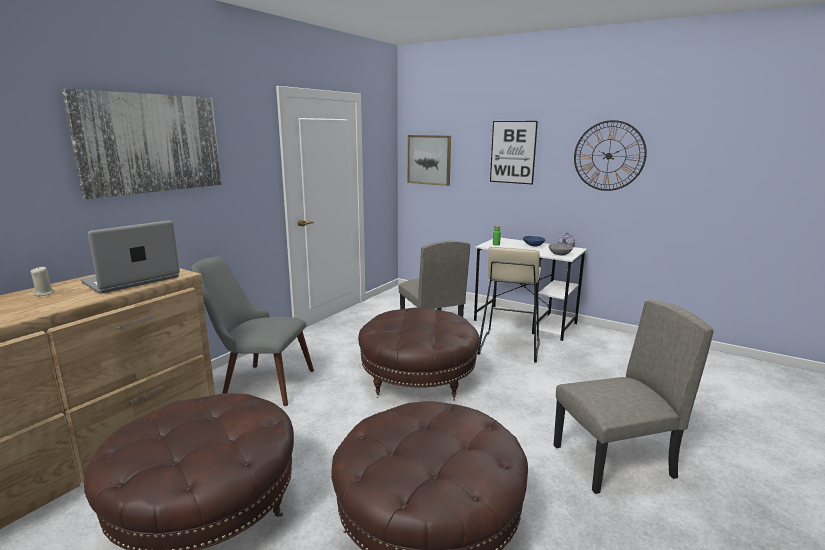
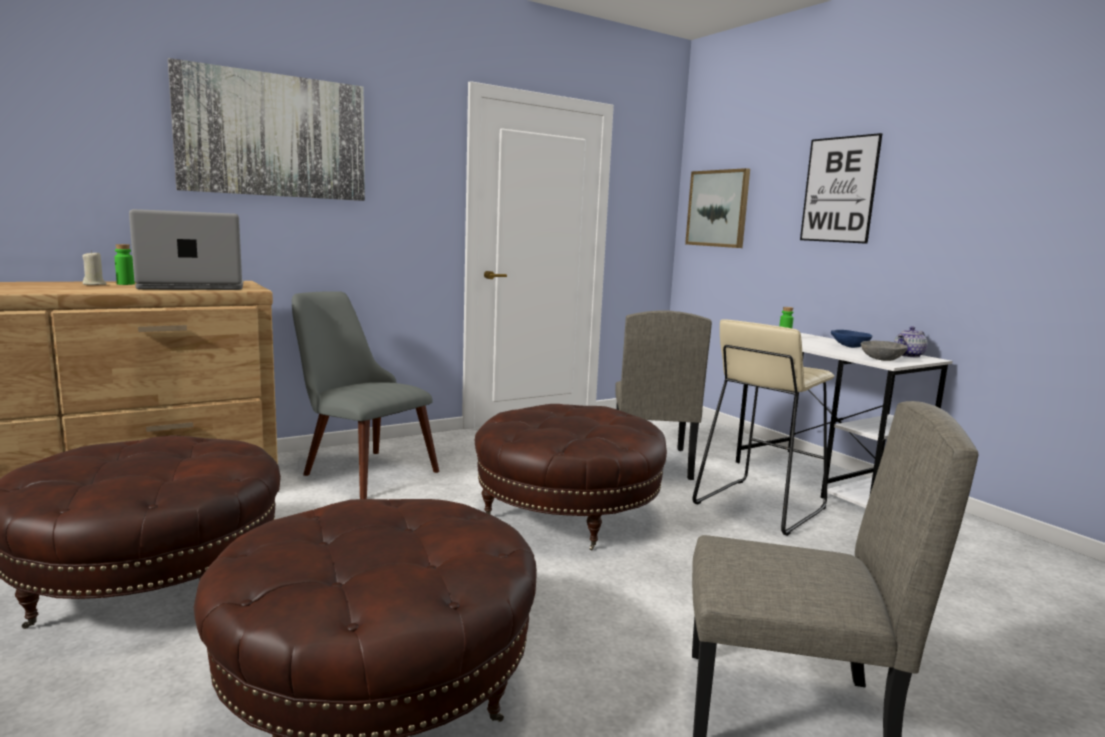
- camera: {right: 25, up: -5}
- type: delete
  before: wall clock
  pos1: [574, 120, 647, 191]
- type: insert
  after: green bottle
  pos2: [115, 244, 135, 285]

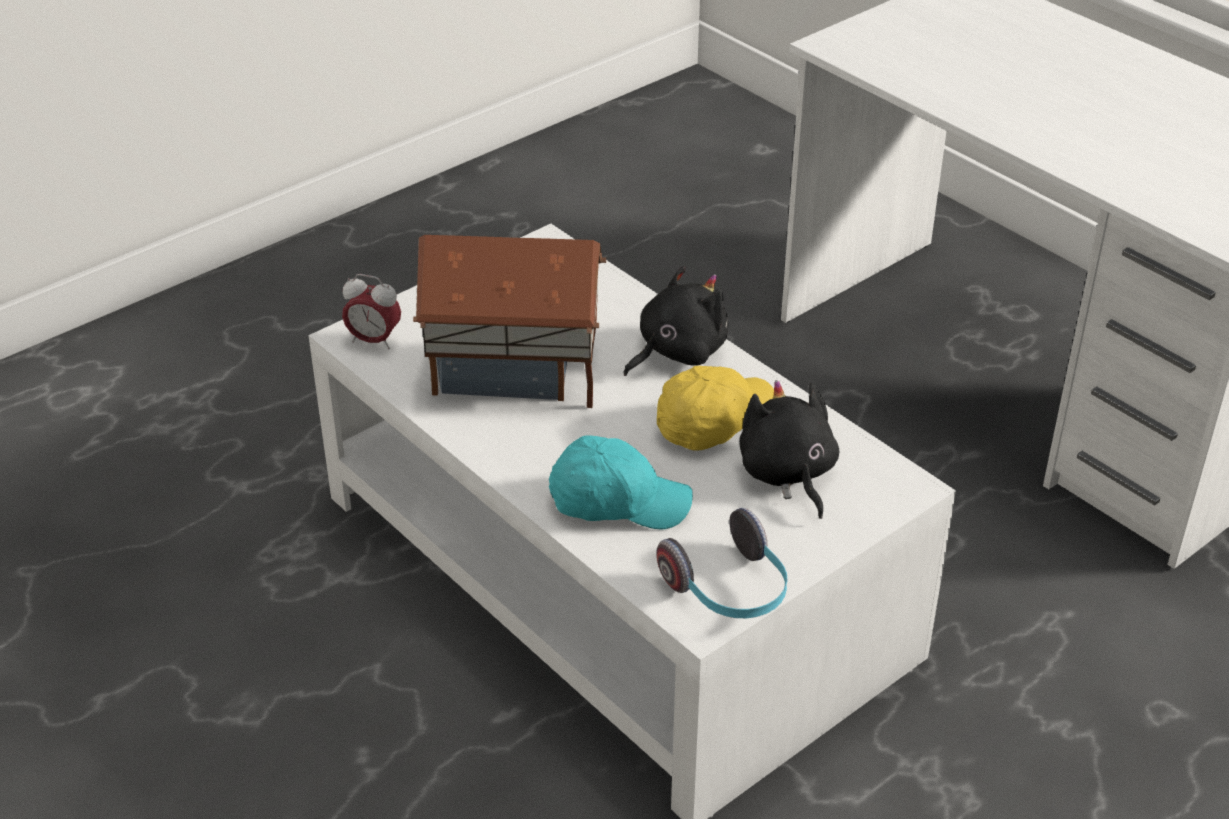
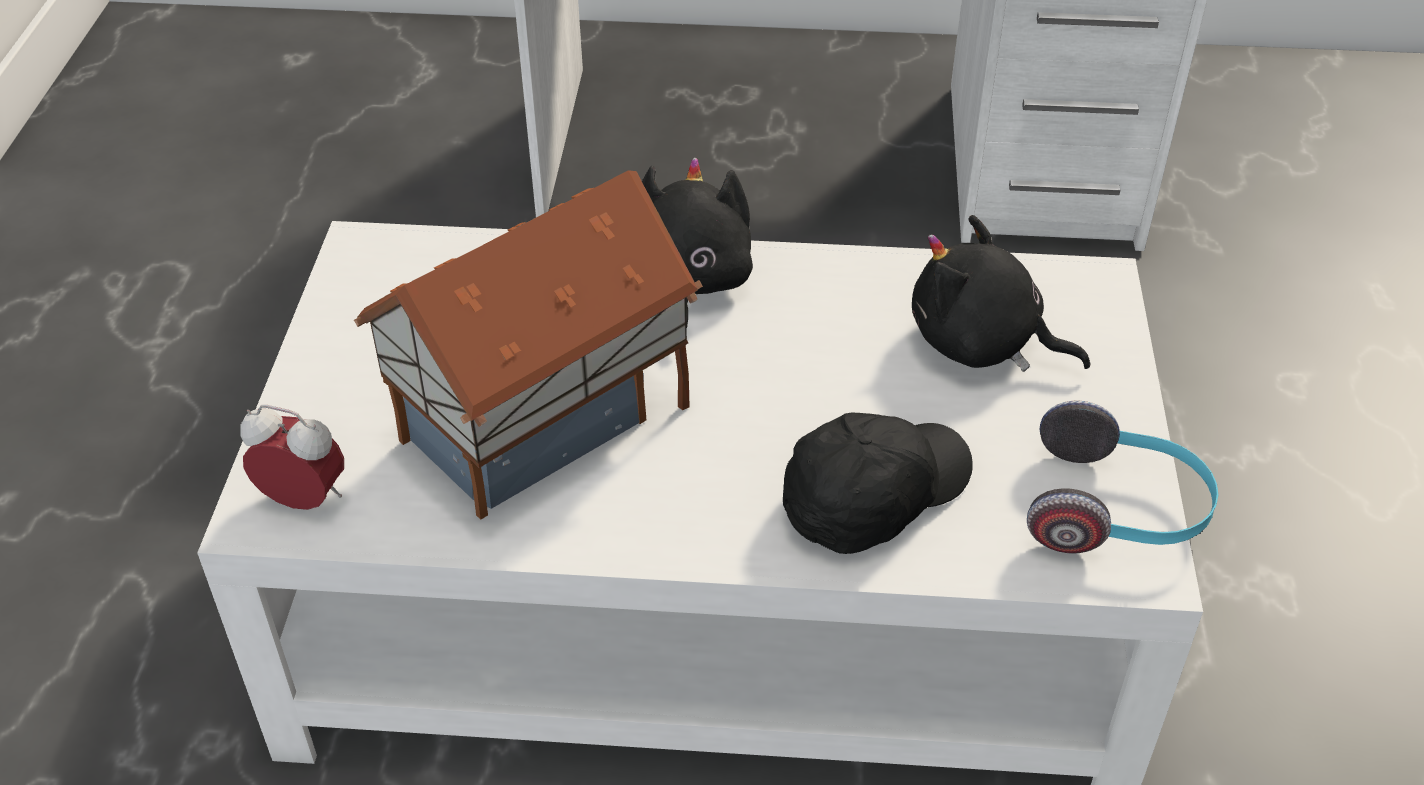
- camera: {right: -45, up: 5}
- type: delete
  before: yellow cap
  pos1: [657, 366, 774, 450]
- type: recolor
  before: turquoise cap
  after: black cap
  pos1: [549, 435, 693, 529]
  pos2: [783, 413, 973, 554]
- type: rotate
  before: alarm clock
  pos1: [342, 274, 401, 350]
  pos2: [240, 405, 344, 510]
  turn: -135

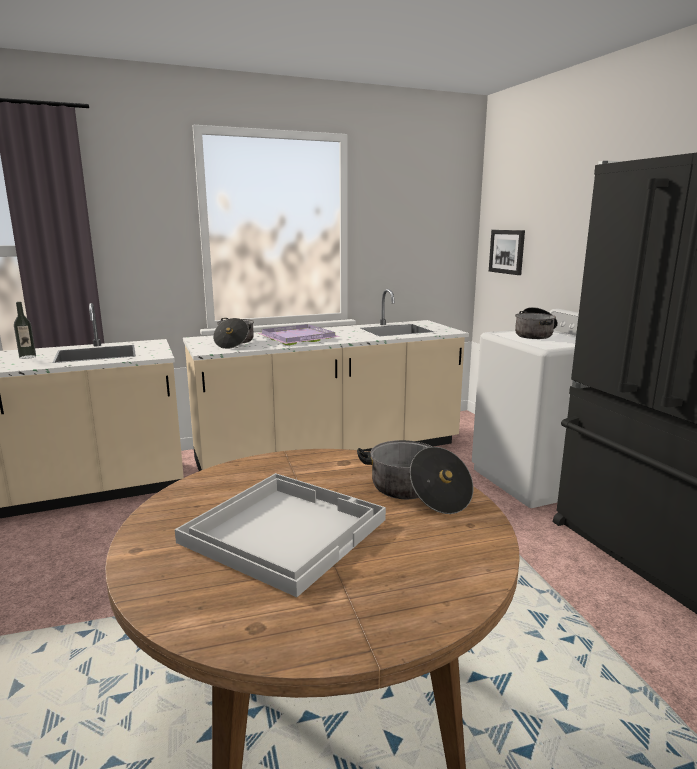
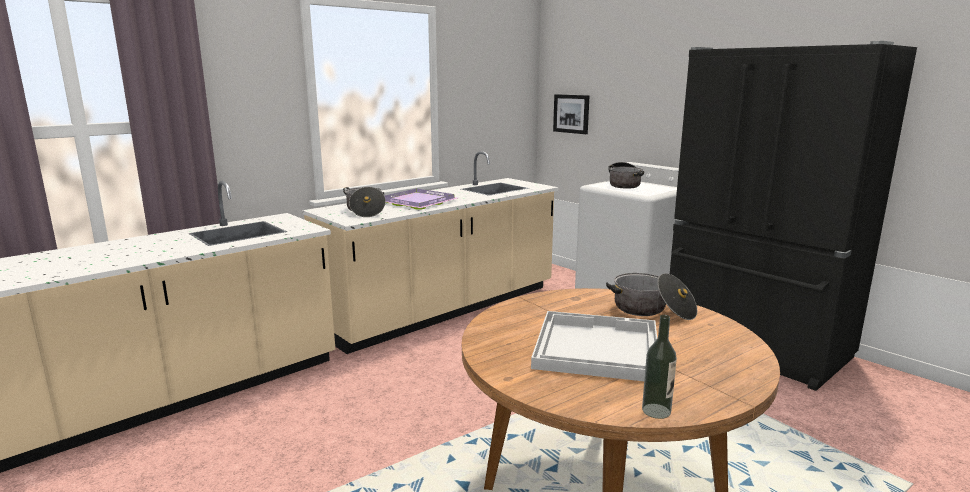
- camera: {right: -20, up: 0}
- type: move
  before: bottle
  pos1: [14, 302, 36, 359]
  pos2: [642, 315, 677, 419]

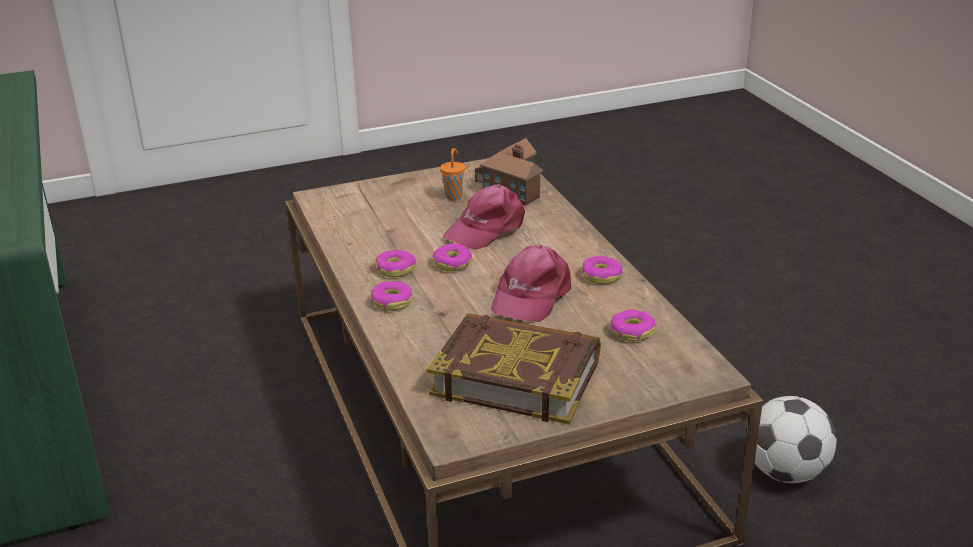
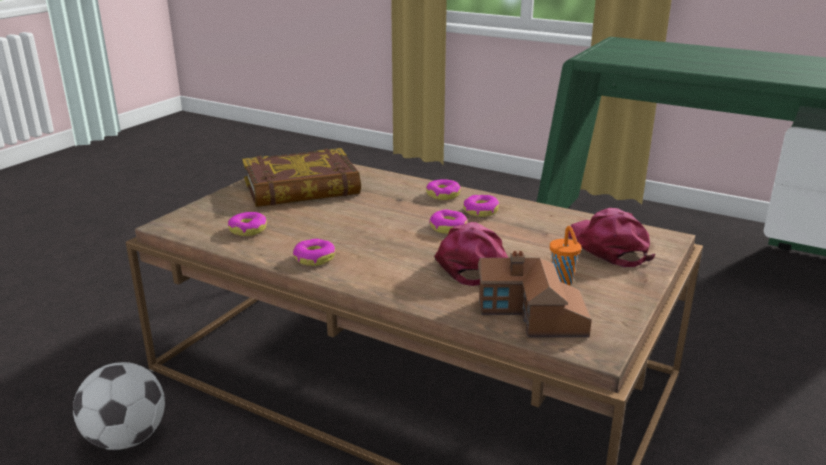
- camera: {right: 140, up: -5}
- type: move
  before: pink cap
  pos1: [491, 245, 571, 322]
  pos2: [568, 208, 655, 267]

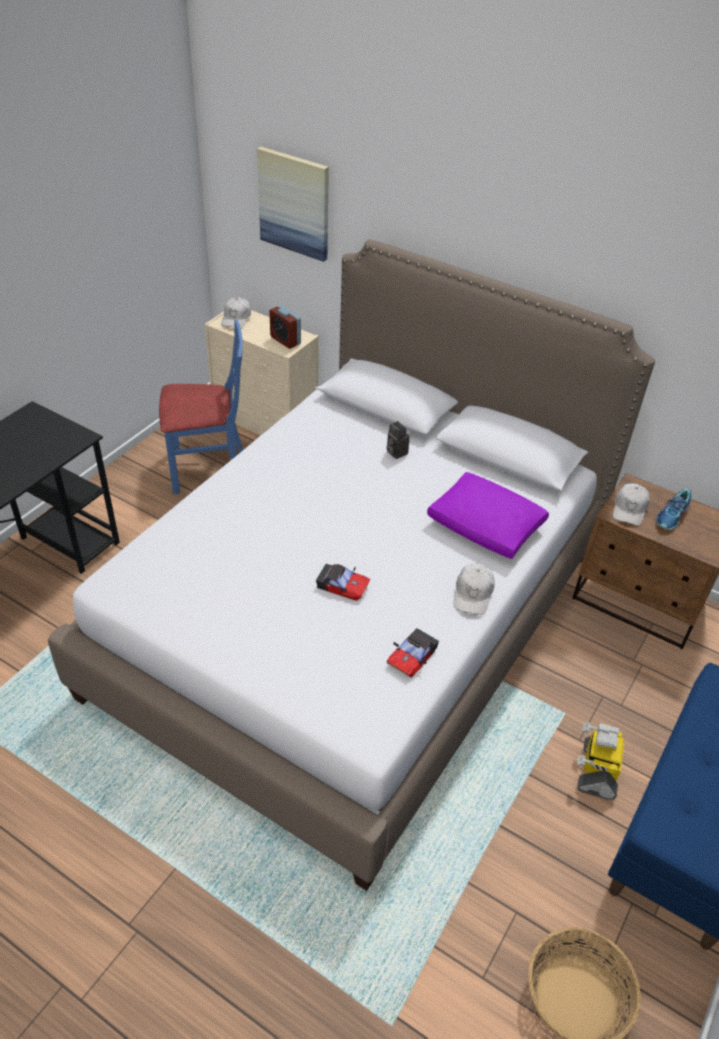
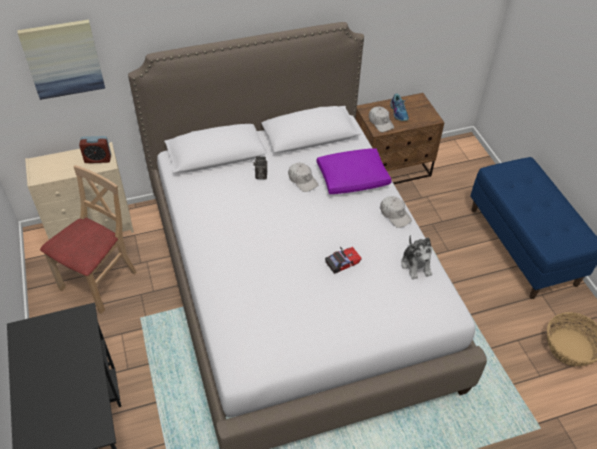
- camera: {right: -50, up: 5}
- type: delete
  before: toy robot
  pos1: [577, 722, 624, 800]
- type: move
  before: white cap
  pos1: [221, 298, 251, 328]
  pos2: [288, 163, 318, 192]
- type: replace
  before: toy car
  after: plush toy
  pos1: [387, 628, 439, 678]
  pos2: [401, 235, 432, 279]
- type: recolor
  before: blue chair
  after: beige chair
  pos1: [159, 320, 243, 494]
  pos2: [40, 165, 137, 314]

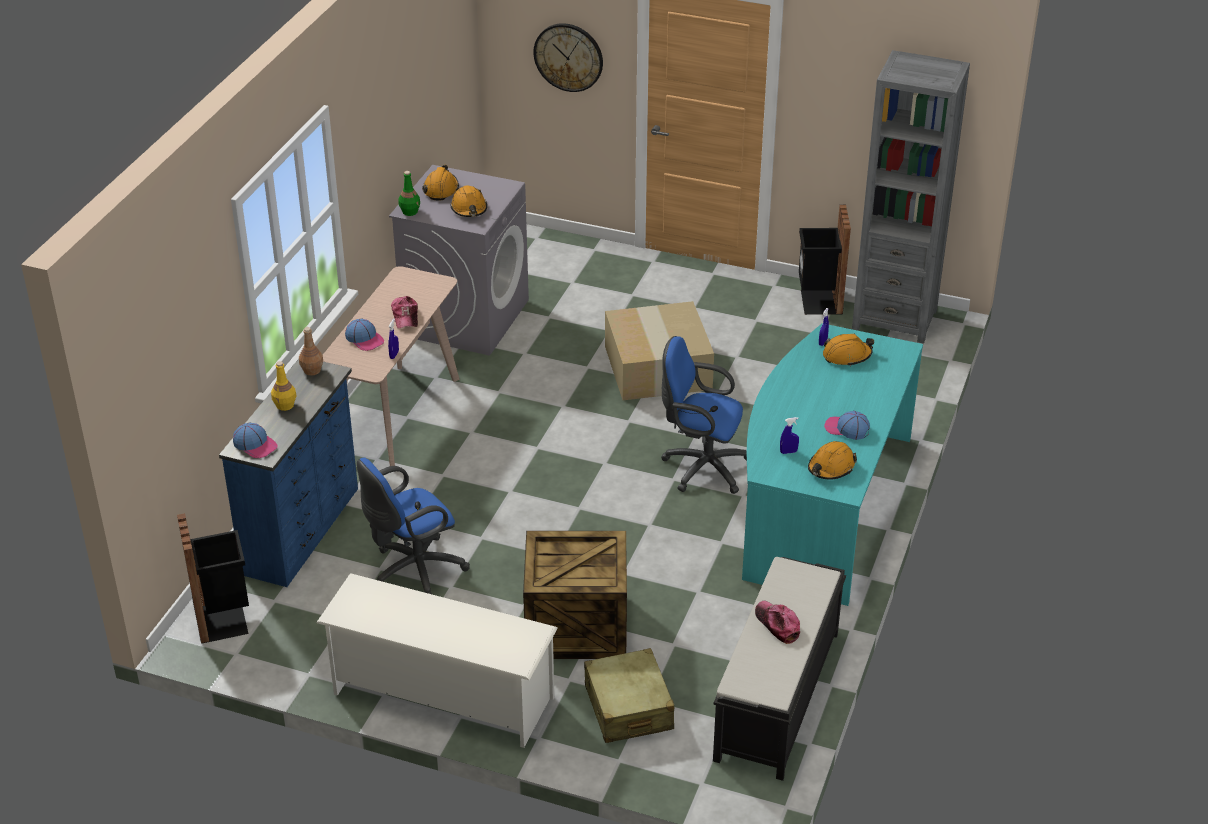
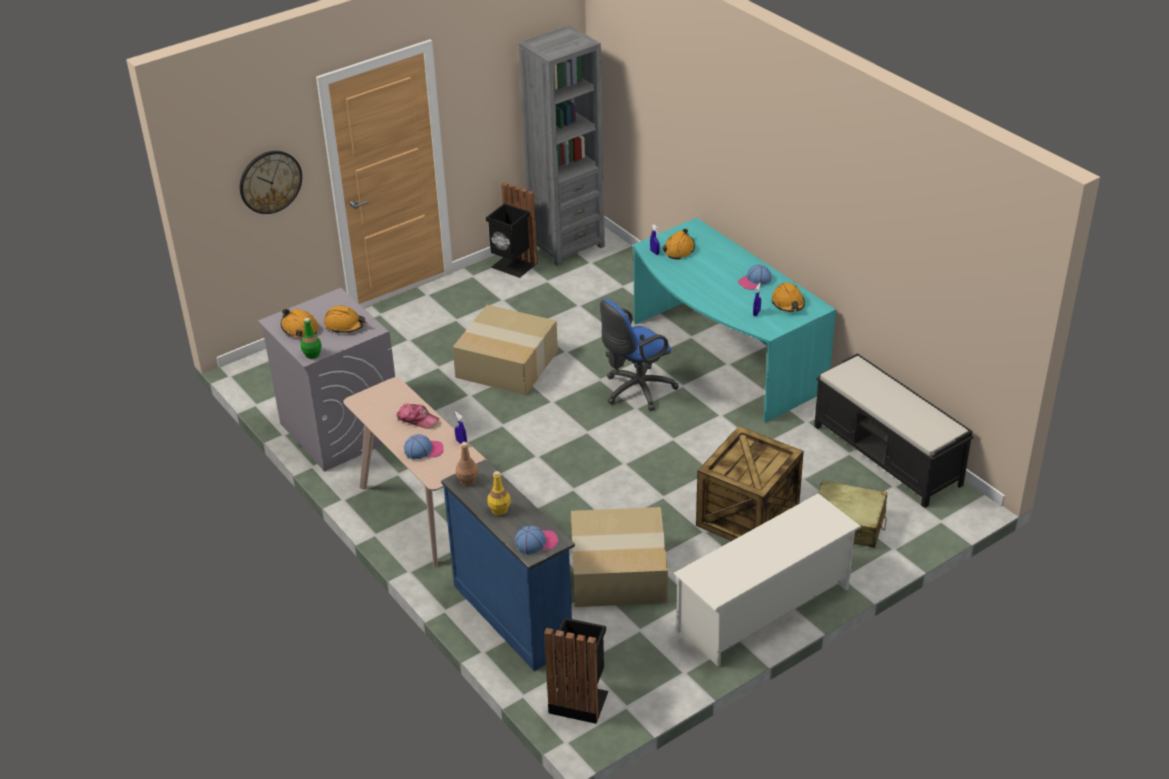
- camera: {right: -55, up: 0}
- type: delete
  before: cap
  pos1: [755, 601, 800, 644]
- type: replace
  before: blue office chair
  after: cardboard box
  pos1: [357, 458, 470, 594]
  pos2: [571, 507, 668, 607]

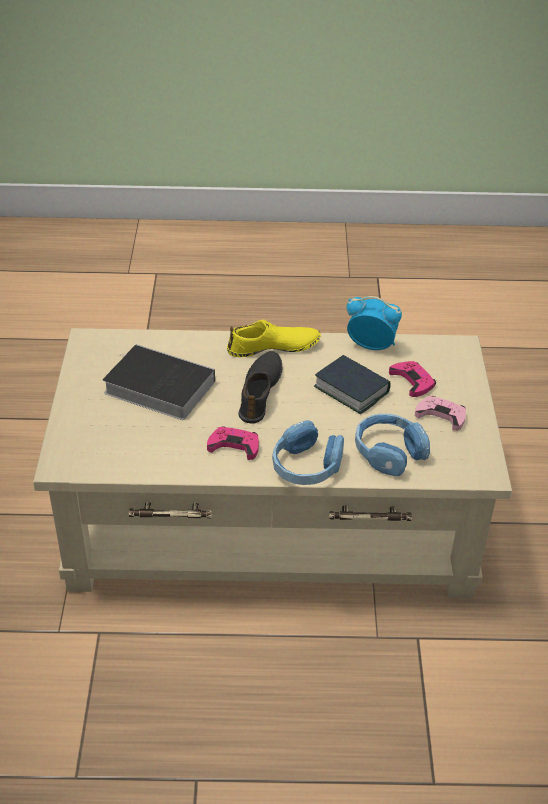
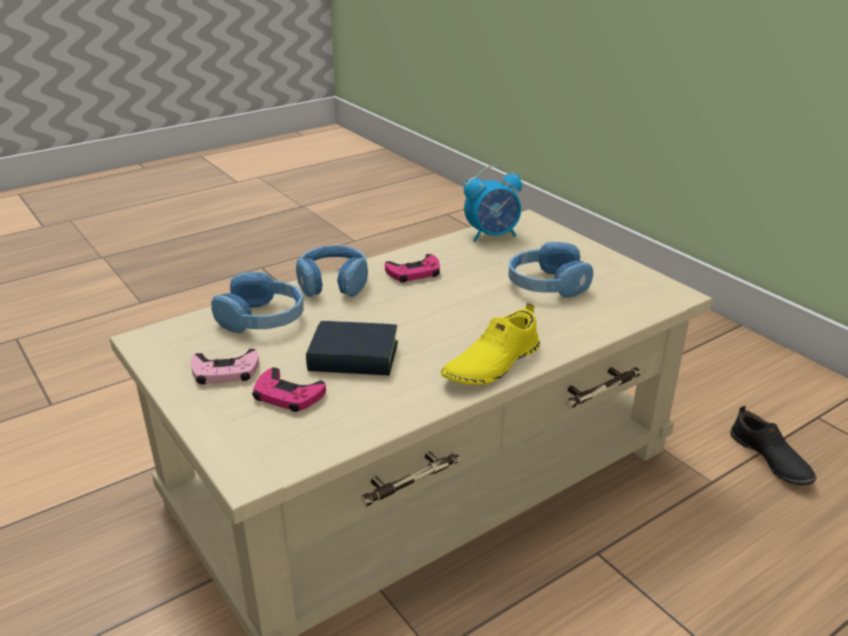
- camera: {right: 145, up: -10}
- type: move
  before: black shoe
  pos1: [238, 351, 282, 424]
  pos2: [730, 405, 817, 485]
- type: move
  before: alarm clock
  pos1: [346, 296, 402, 350]
  pos2: [464, 165, 522, 242]
- type: replace
  before: book
  after: blue headphones
  pos1: [103, 344, 215, 420]
  pos2: [508, 241, 593, 298]

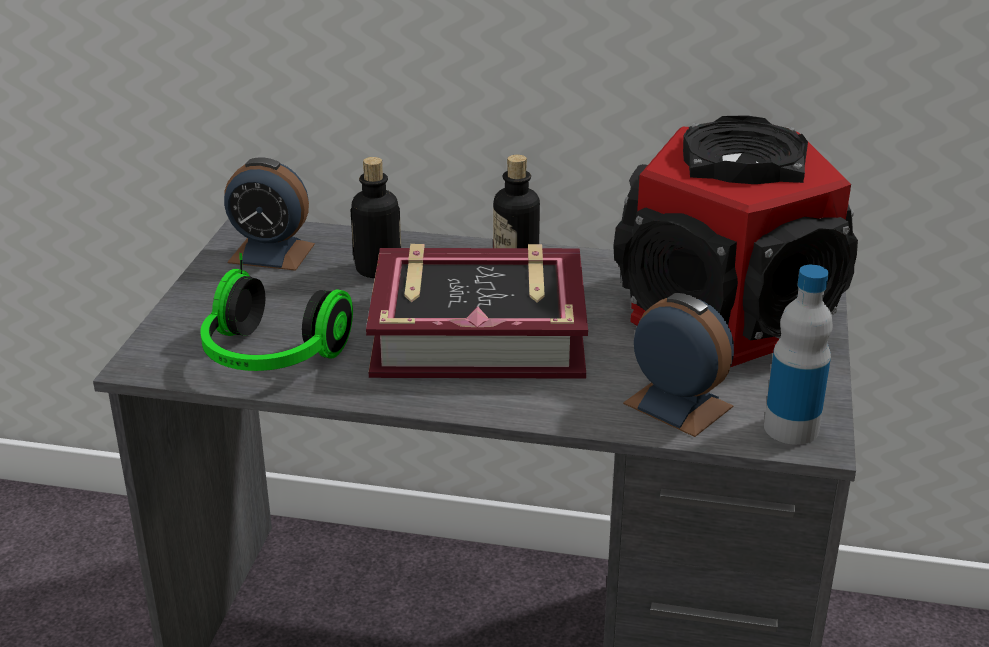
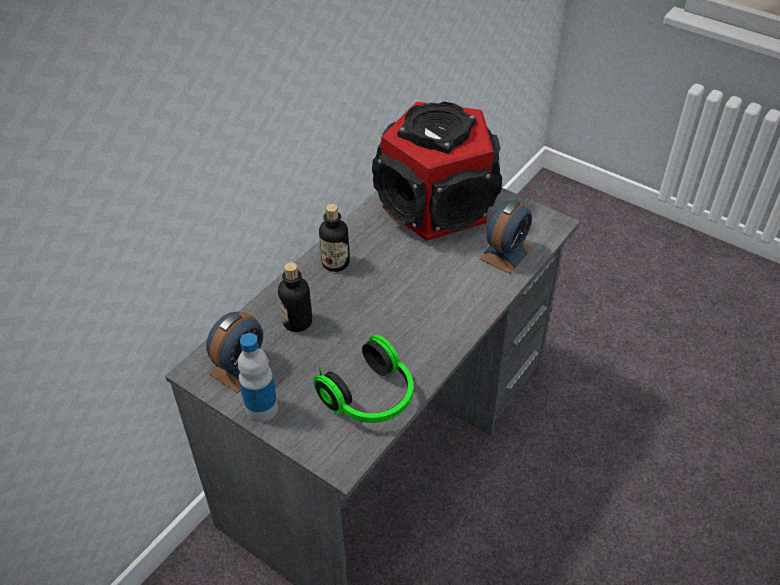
- camera: {right: -65, up: 15}
- type: delete
  before: book
  pos1: [366, 244, 588, 379]
- type: move
  before: bottle
  pos1: [764, 265, 833, 445]
  pos2: [238, 333, 278, 422]
- type: rotate
  before: alarm clock
  pos1: [623, 293, 734, 437]
  pos2: [479, 200, 532, 274]
  turn: 150

